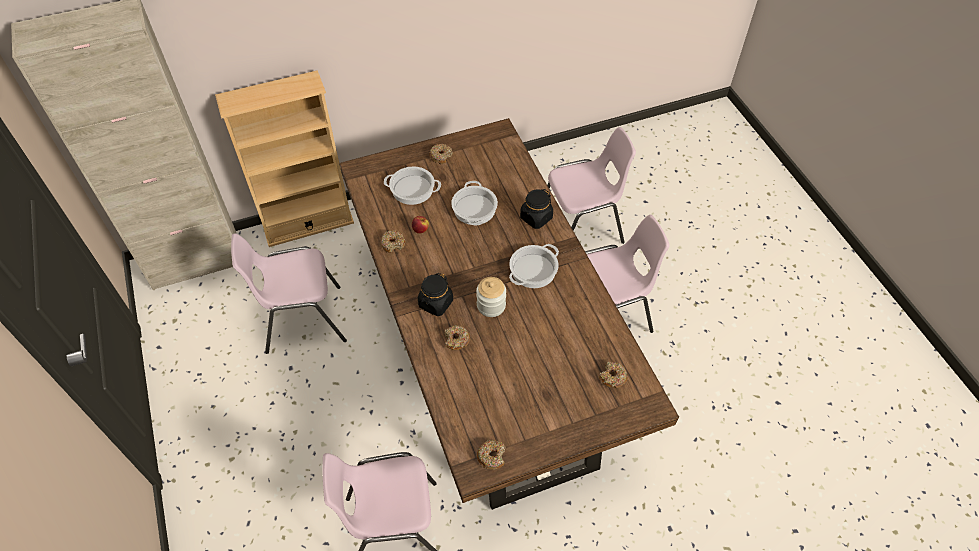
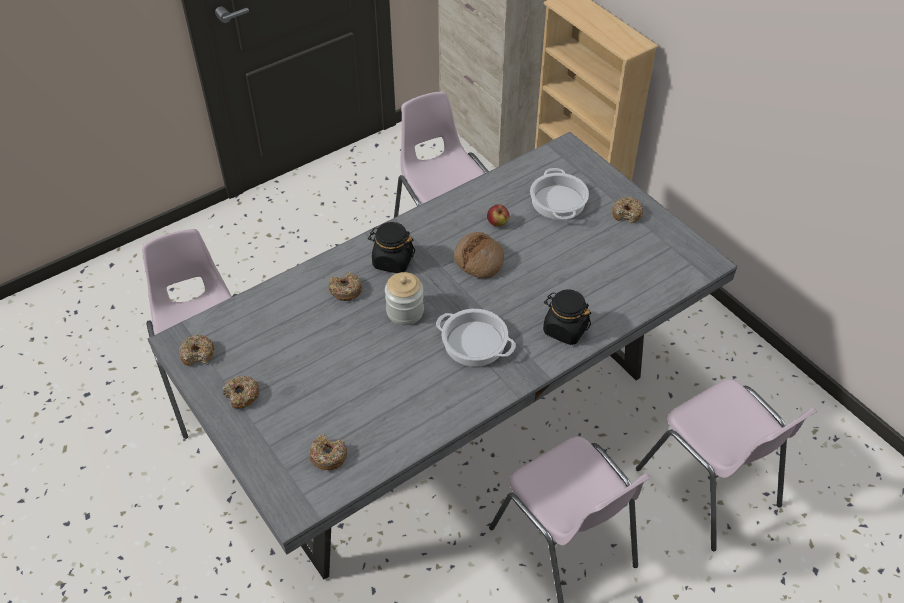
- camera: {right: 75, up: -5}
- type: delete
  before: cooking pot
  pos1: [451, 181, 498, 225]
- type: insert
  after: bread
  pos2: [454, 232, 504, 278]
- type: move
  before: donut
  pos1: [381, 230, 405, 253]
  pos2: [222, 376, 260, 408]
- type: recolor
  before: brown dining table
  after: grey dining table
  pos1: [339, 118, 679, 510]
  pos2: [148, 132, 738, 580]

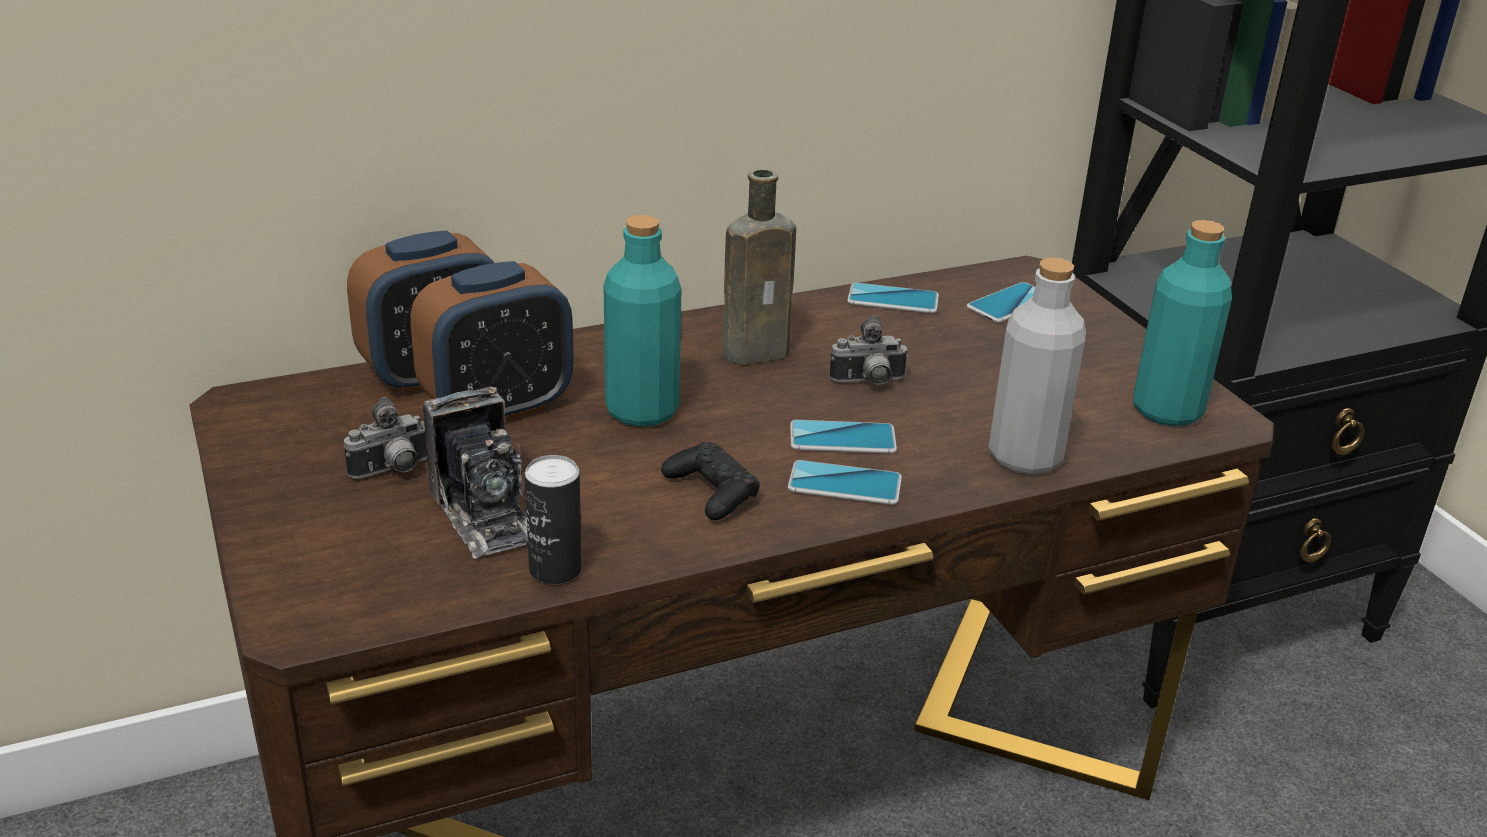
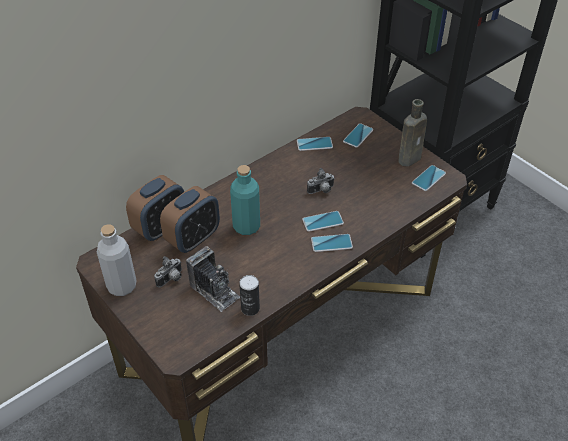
- camera: {right: -15, up: 15}
- type: delete
  before: black game controller
  pos1: [661, 442, 760, 520]
- type: move
  before: brown bottle
  pos1: [723, 169, 796, 365]
  pos2: [399, 99, 427, 167]
- type: move
  before: grey bottle
  pos1: [989, 258, 1086, 475]
  pos2: [97, 224, 137, 296]
- type: replace
  before: turquoise bottle
  after: phone
  pos1: [1133, 220, 1232, 426]
  pos2: [412, 165, 446, 191]

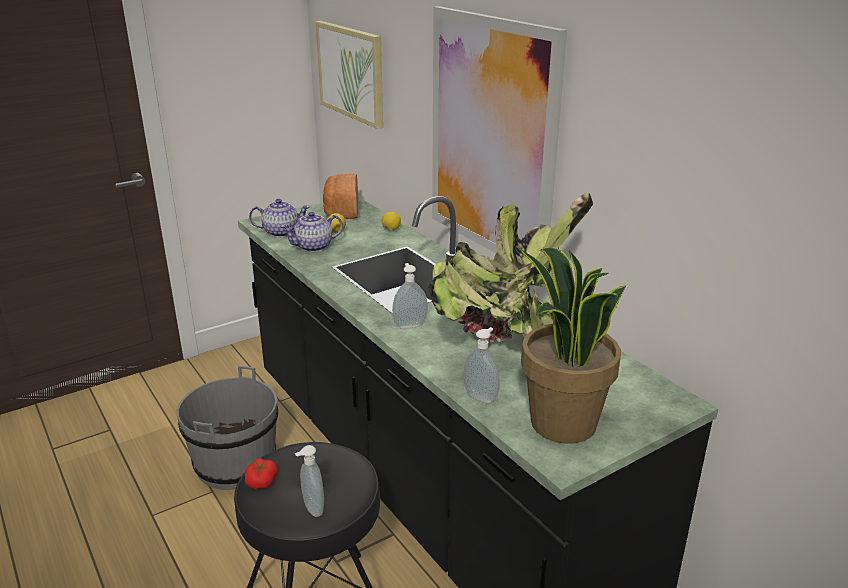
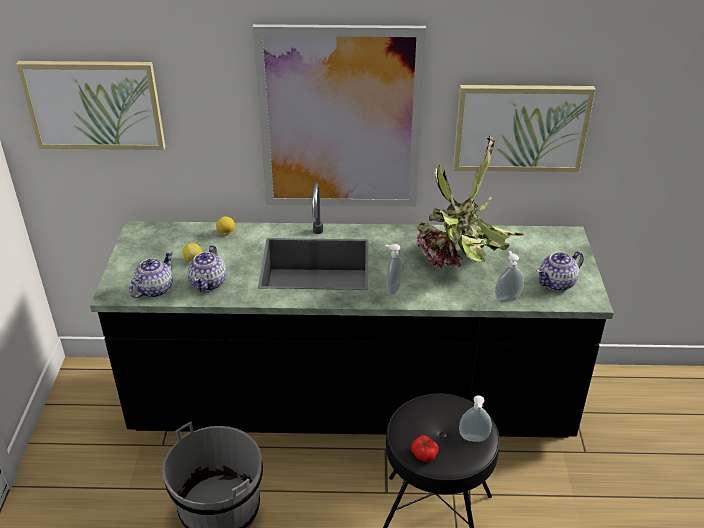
- camera: {right: -55, up: 10}
- type: delete
  before: bread
  pos1: [323, 173, 358, 219]
- type: insert
  after: picture
  pos2: [453, 85, 595, 172]
- type: replace
  before: potted plant
  after: teapot
  pos1: [518, 247, 626, 444]
  pos2: [537, 251, 584, 291]

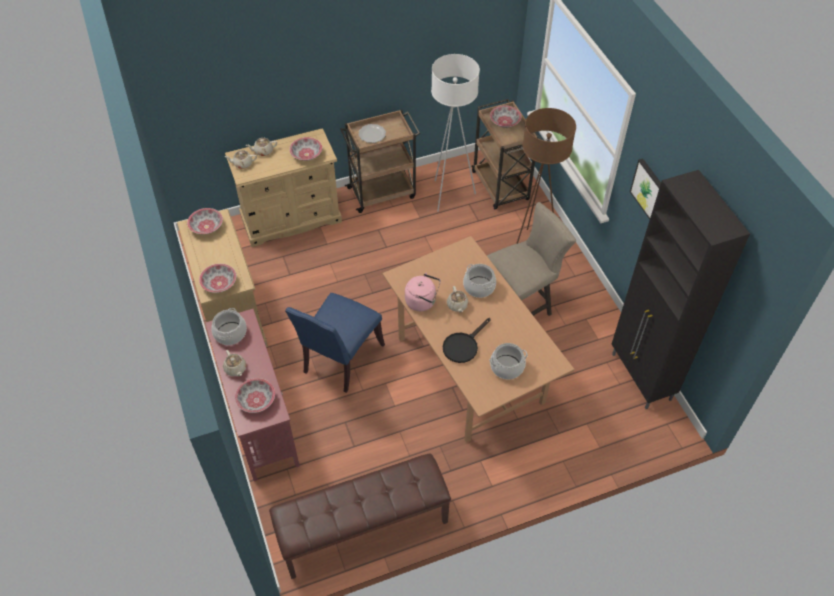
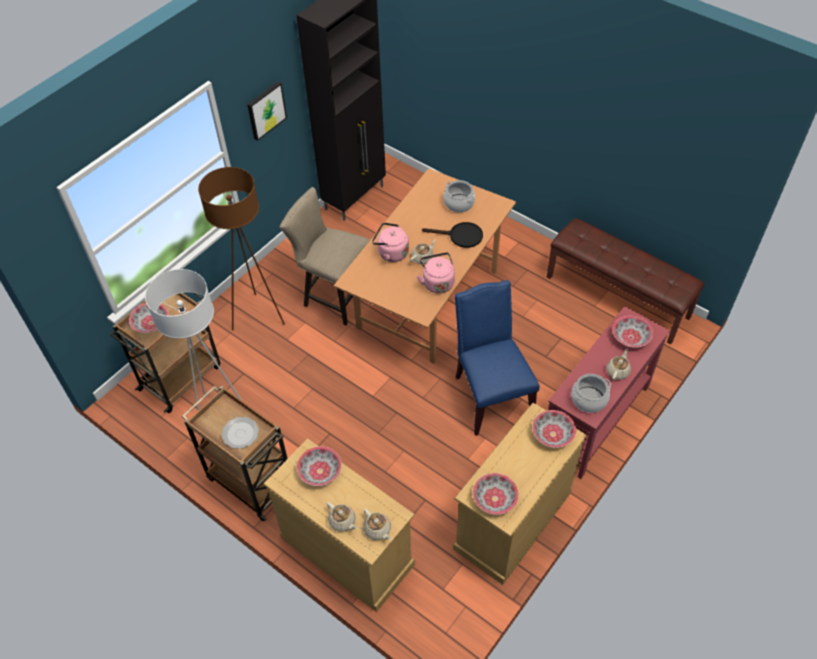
- camera: {right: -120, up: 0}
- type: replace
  before: cooking pot
  after: pink kettle
  pos1: [463, 264, 496, 298]
  pos2: [372, 223, 409, 262]
- type: rotate
  before: blue chair
  pos1: [285, 293, 385, 393]
  pos2: [455, 280, 539, 436]
  turn: -105

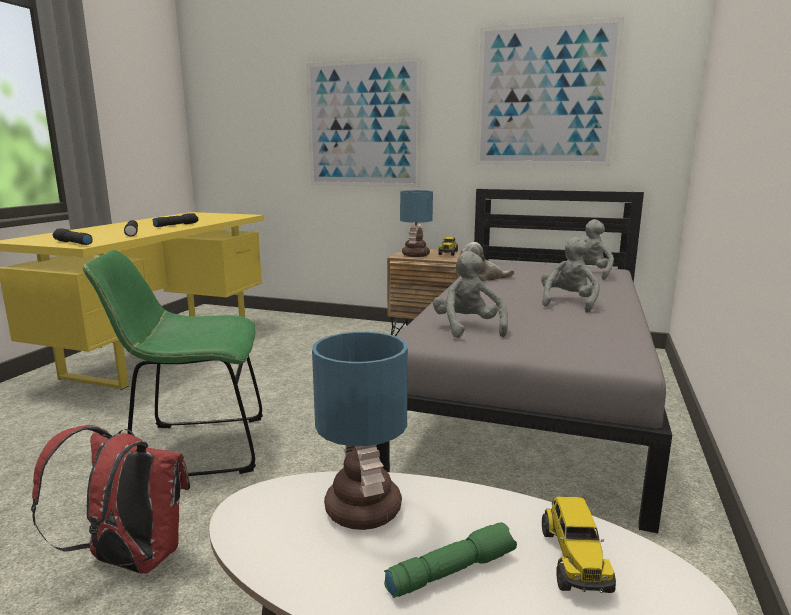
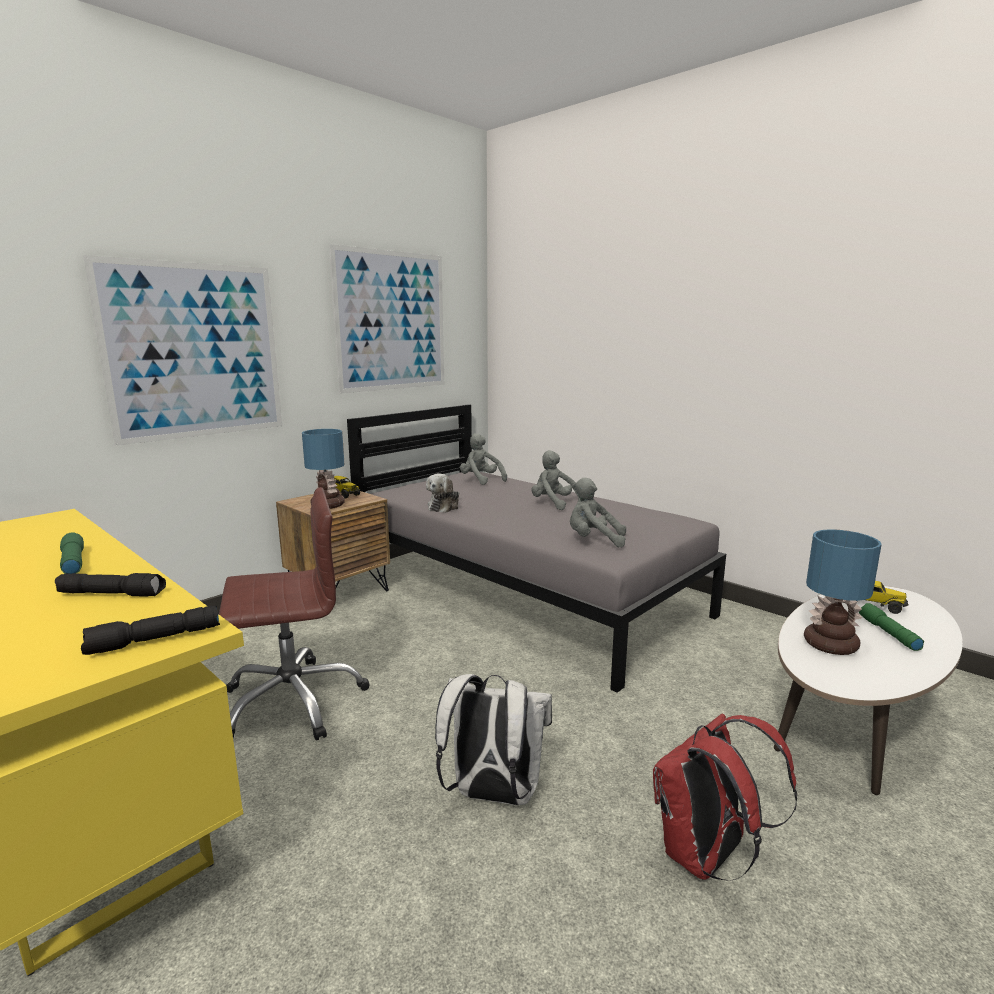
- camera: {right: -65, up: 0}
- type: insert
  after: brown office chair
  pos2: [219, 487, 370, 741]
- type: replace
  before: green chair
  after: white backpack
  pos1: [83, 250, 263, 476]
  pos2: [435, 674, 552, 805]
- type: recolor
  before: black flashlight
  after: green flashlight
  pos1: [153, 213, 198, 227]
  pos2: [60, 532, 84, 574]

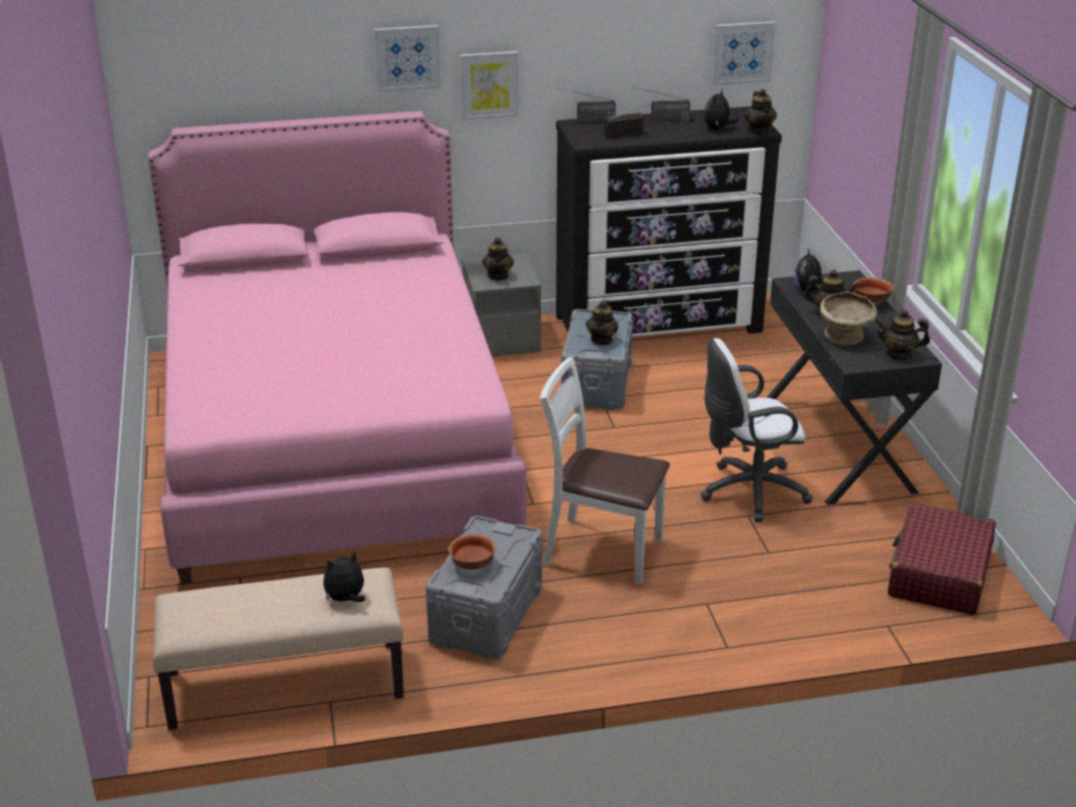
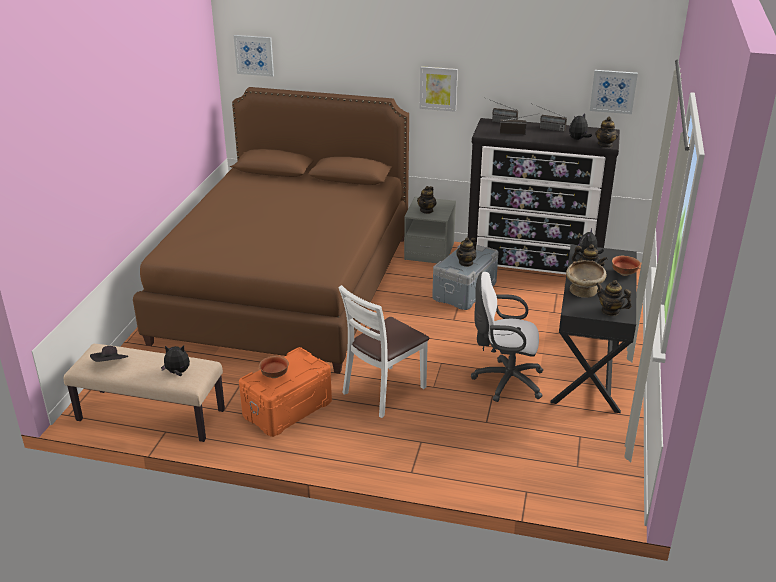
- camera: {right: 25, up: 0}
- type: delete
  before: red suitcase
  pos1: [888, 503, 996, 615]
- type: insert
  after: black hat
  pos2: [90, 346, 128, 362]
- type: move
  before: picture
  pos1: [374, 25, 441, 92]
  pos2: [234, 35, 274, 77]
- type: recolor
  before: pink bed
  after: brown bed
  pos1: [148, 111, 527, 585]
  pos2: [133, 87, 409, 374]
- type: recolor
  before: grey storage box
  after: orange storage box
  pos1: [426, 516, 542, 660]
  pos2: [239, 347, 332, 437]
- type: rotate
  before: white chair
  pos1: [540, 357, 670, 585]
  pos2: [338, 285, 429, 418]
  turn: -90

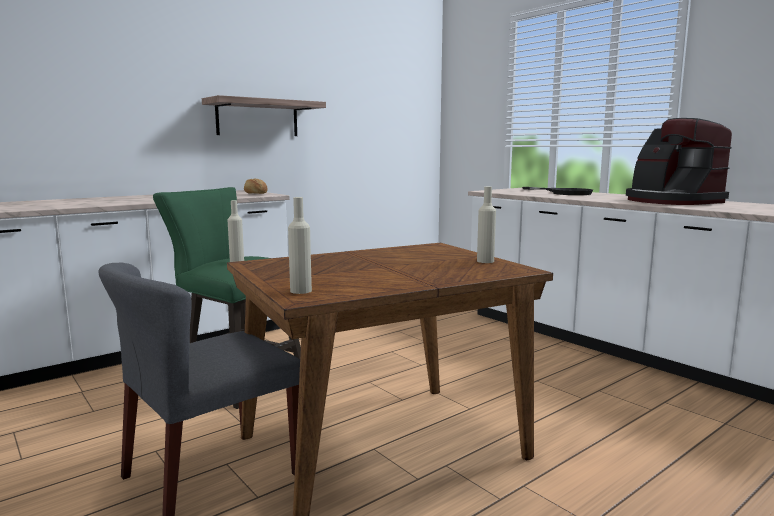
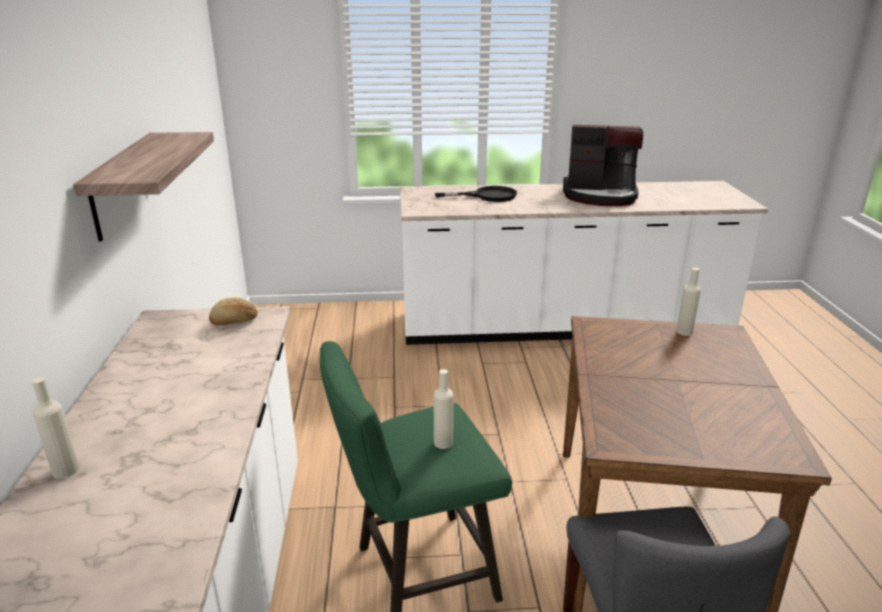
- camera: {right: -55, up: 15}
- type: move
  before: beige bottle
  pos1: [288, 197, 312, 294]
  pos2: [32, 377, 79, 479]

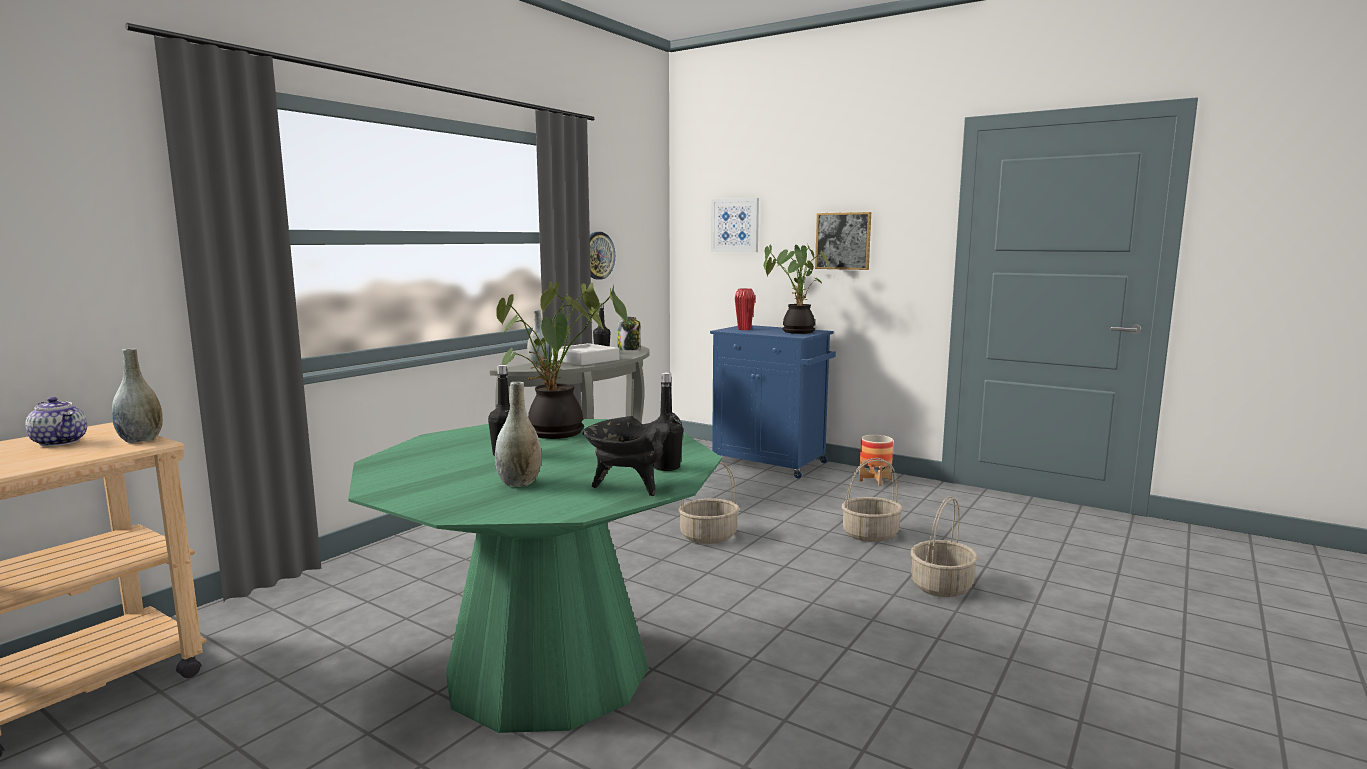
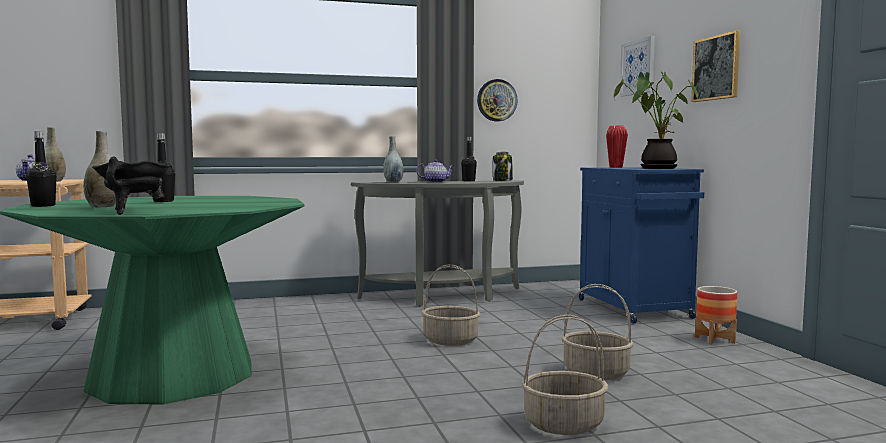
- camera: {right: 40, up: -5}
- type: delete
  before: potted plant
  pos1: [496, 281, 627, 439]
- type: move
  before: black bottle
  pos1: [653, 372, 683, 471]
  pos2: [26, 131, 56, 207]
- type: replace
  before: grey tray
  after: teapot
  pos1: [551, 343, 619, 366]
  pos2: [416, 159, 454, 182]

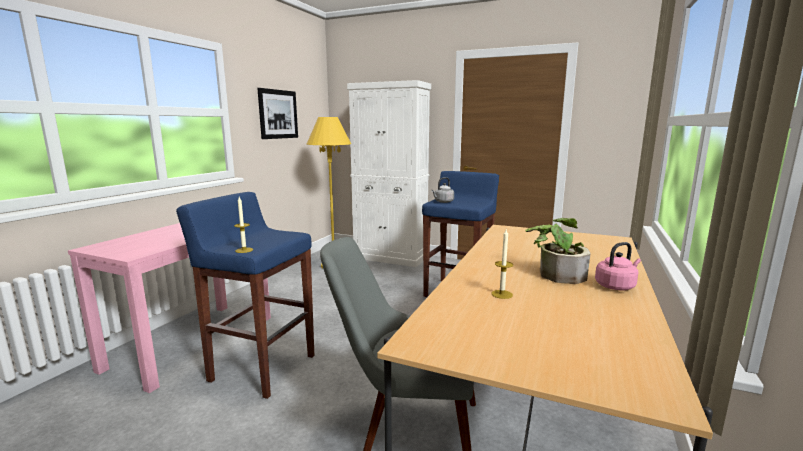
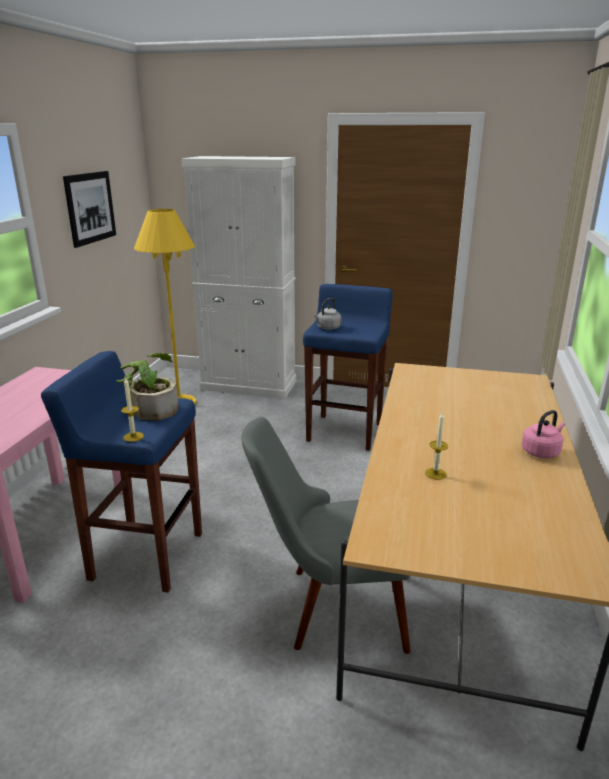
- camera: {right: -10, up: 10}
- type: move
  before: potted plant
  pos1: [525, 218, 591, 284]
  pos2: [116, 353, 179, 421]

